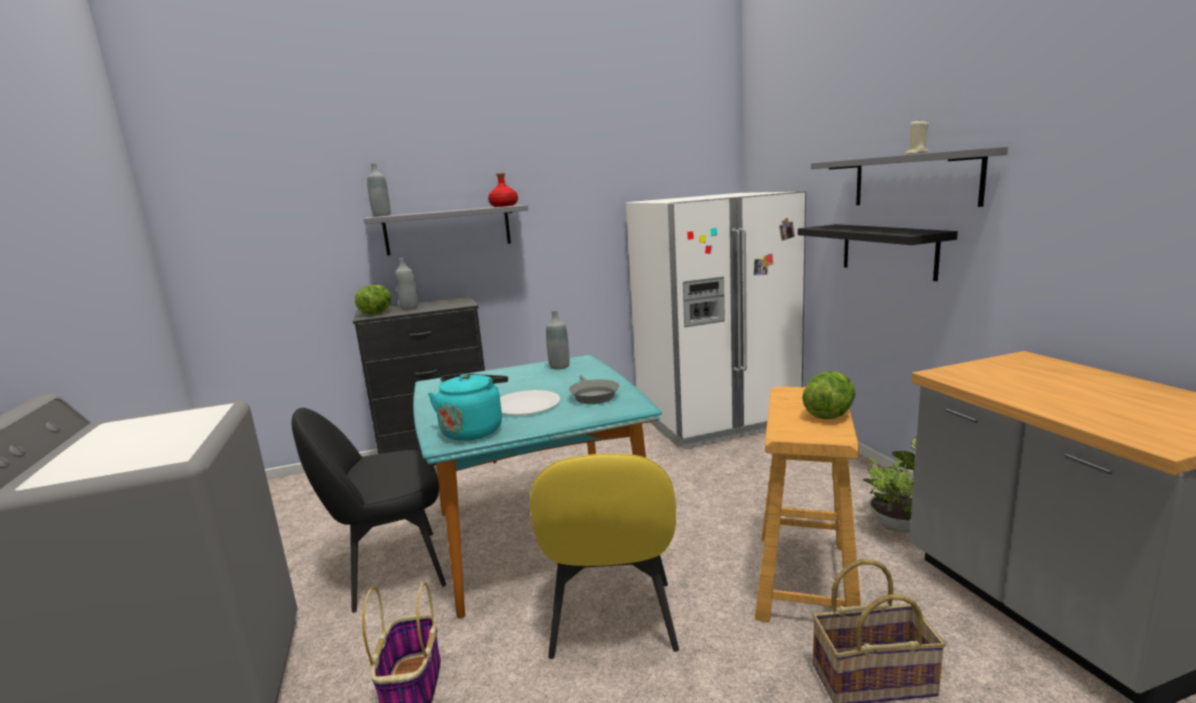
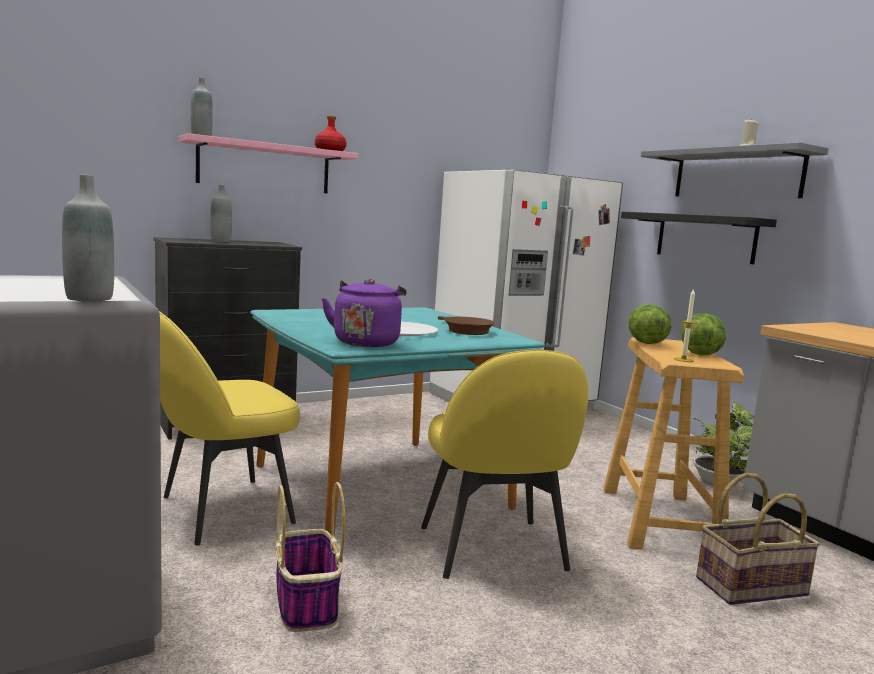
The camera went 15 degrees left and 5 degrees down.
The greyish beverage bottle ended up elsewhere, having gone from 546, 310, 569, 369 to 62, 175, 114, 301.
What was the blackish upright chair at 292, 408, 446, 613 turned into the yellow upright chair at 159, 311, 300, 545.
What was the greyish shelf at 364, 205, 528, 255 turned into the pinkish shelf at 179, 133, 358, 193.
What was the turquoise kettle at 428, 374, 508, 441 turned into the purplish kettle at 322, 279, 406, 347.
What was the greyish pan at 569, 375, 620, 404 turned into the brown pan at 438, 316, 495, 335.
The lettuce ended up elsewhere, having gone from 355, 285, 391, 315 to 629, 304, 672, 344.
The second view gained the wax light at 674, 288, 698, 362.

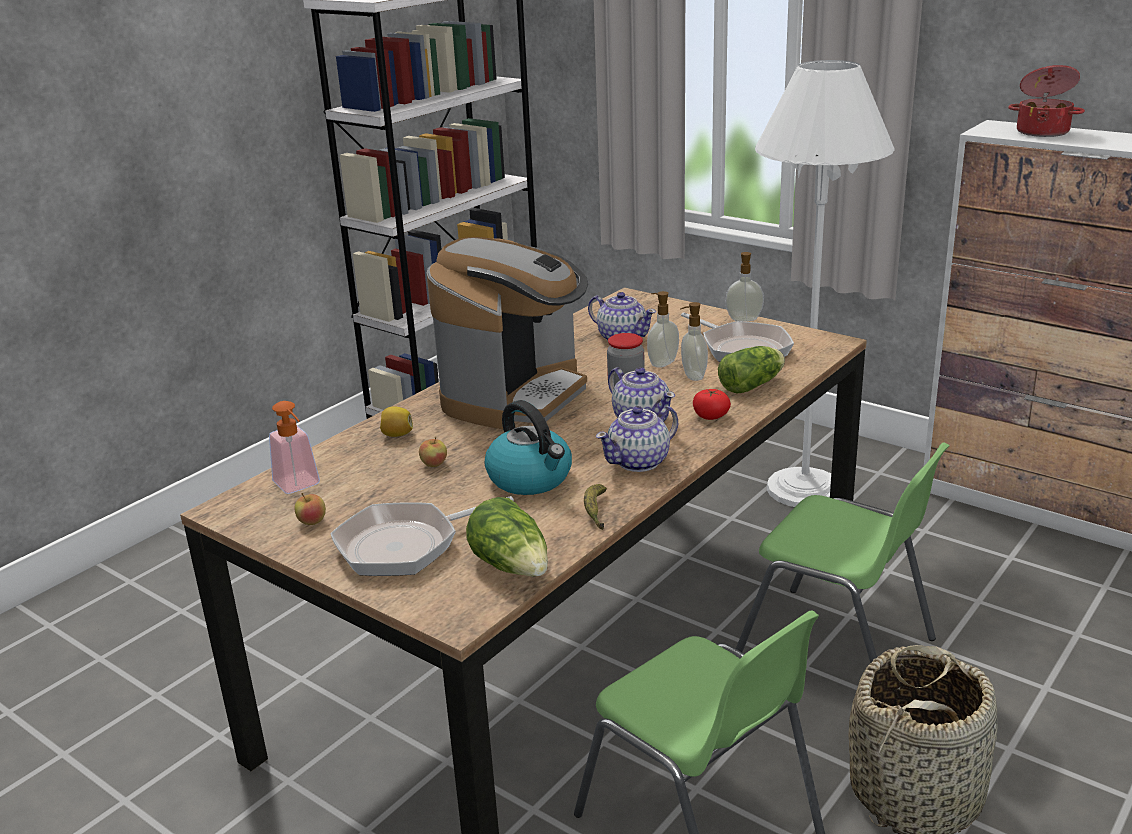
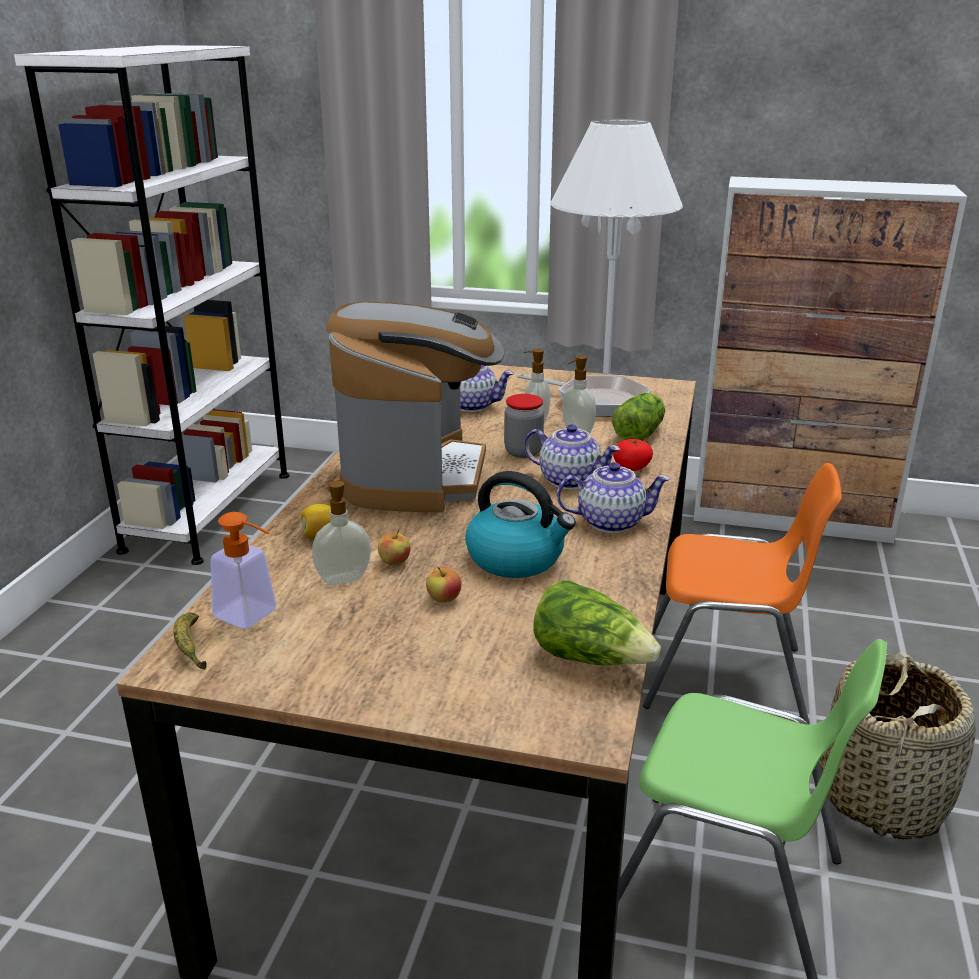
The camera went 25 degrees left and 0 degrees up.
The whole banana ended up elsewhere, having gone from 584, 484, 607, 530 to 173, 612, 207, 670.
The liquid soap bottle ended up elsewhere, having gone from 725, 252, 764, 321 to 312, 480, 371, 584.
The apple fruit ended up elsewhere, having gone from 294, 493, 326, 525 to 426, 567, 462, 603.
The tea pot at 596, 406, 678, 472 ended up facing another way, 120 degrees counterclockwise from before.
What was the greenish upright chair at 736, 442, 950, 663 turned into the orange upright chair at 643, 463, 842, 724.
The second view lost the pan at 330, 496, 514, 576.
The second view lost the saucepot at 1008, 65, 1085, 137.

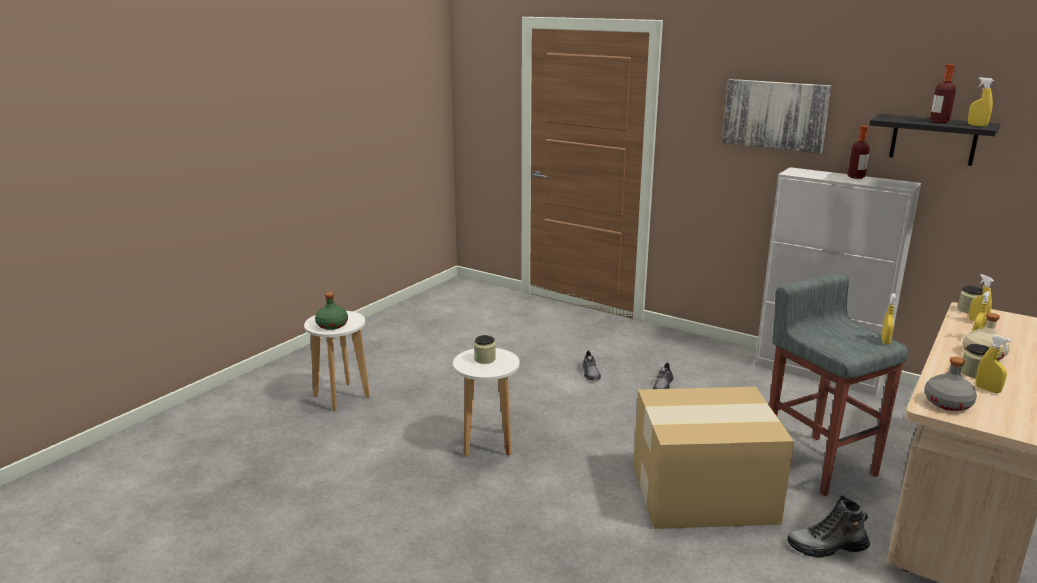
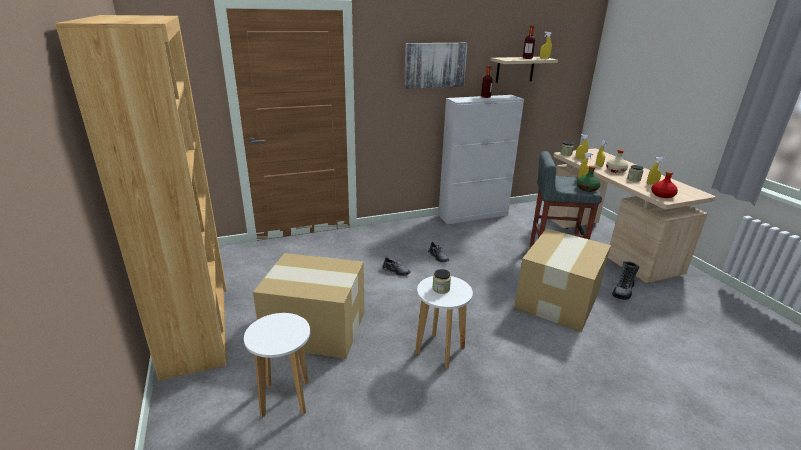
The camera went 55 degrees left and 5 degrees up.
The second view gained the brown shelving unit at 55, 15, 227, 381.
The second view gained the packing box at 253, 253, 365, 359.
What was the blackish shelf at 869, 114, 1000, 166 turned into the beige shelf at 490, 57, 558, 83.
The greenish beverage bottle ended up elsewhere, having gone from 315, 292, 348, 330 to 577, 166, 600, 192.
What was the greyish beverage bottle at 924, 357, 977, 411 turned into the red beverage bottle at 651, 171, 678, 198.

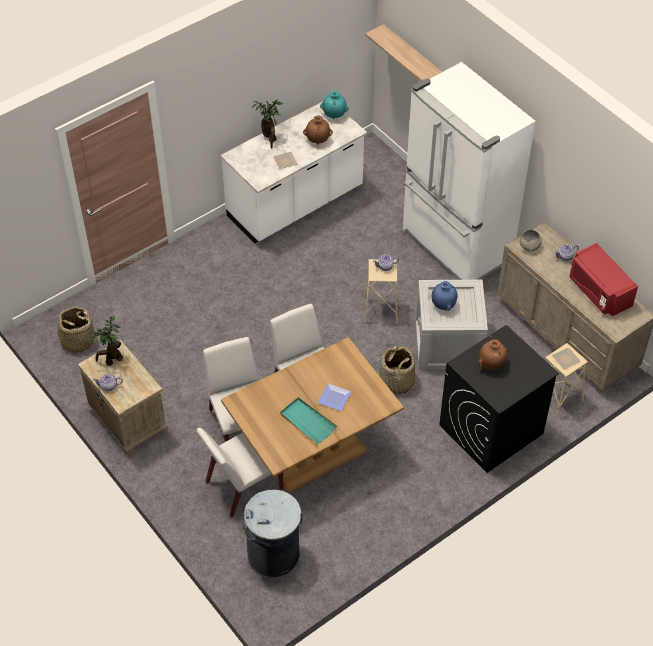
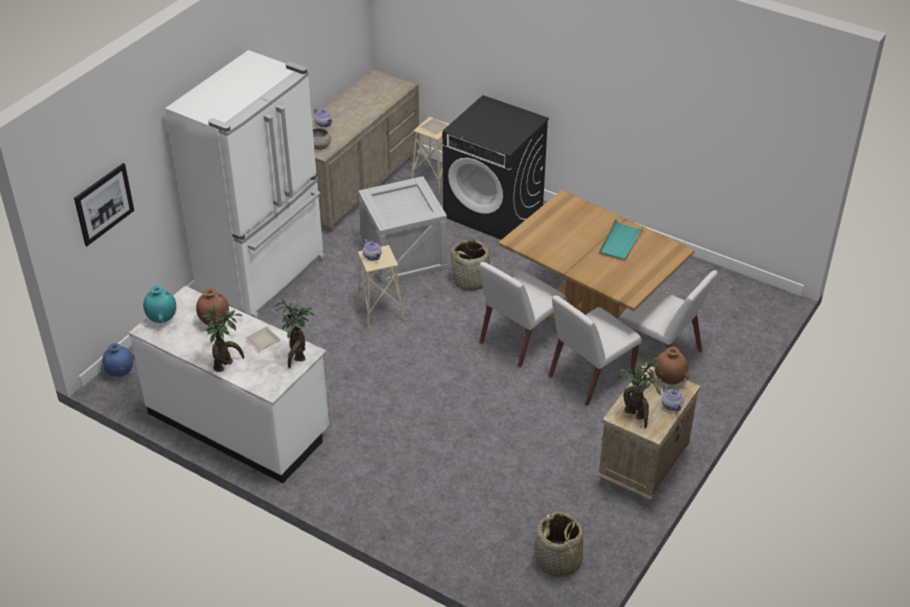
The camera went 110 degrees left and 10 degrees down.
Where the shelf hung at 365, 24, 442, 81, the picture came to hang at 74, 163, 134, 246.
The bluish flower vase ended up elsewhere, having gone from 431, 281, 458, 311 to 101, 343, 135, 377.
The second view gained the houseplant at 275, 298, 315, 369.
The brown flower vase ended up elsewhere, having gone from 478, 339, 508, 370 to 654, 347, 689, 385.
The second view lost the greyish rubbish bin at 242, 489, 303, 577.
The second view lost the dinner plate at 318, 383, 351, 411.
The second view lost the red microwave oven at 569, 243, 638, 316.

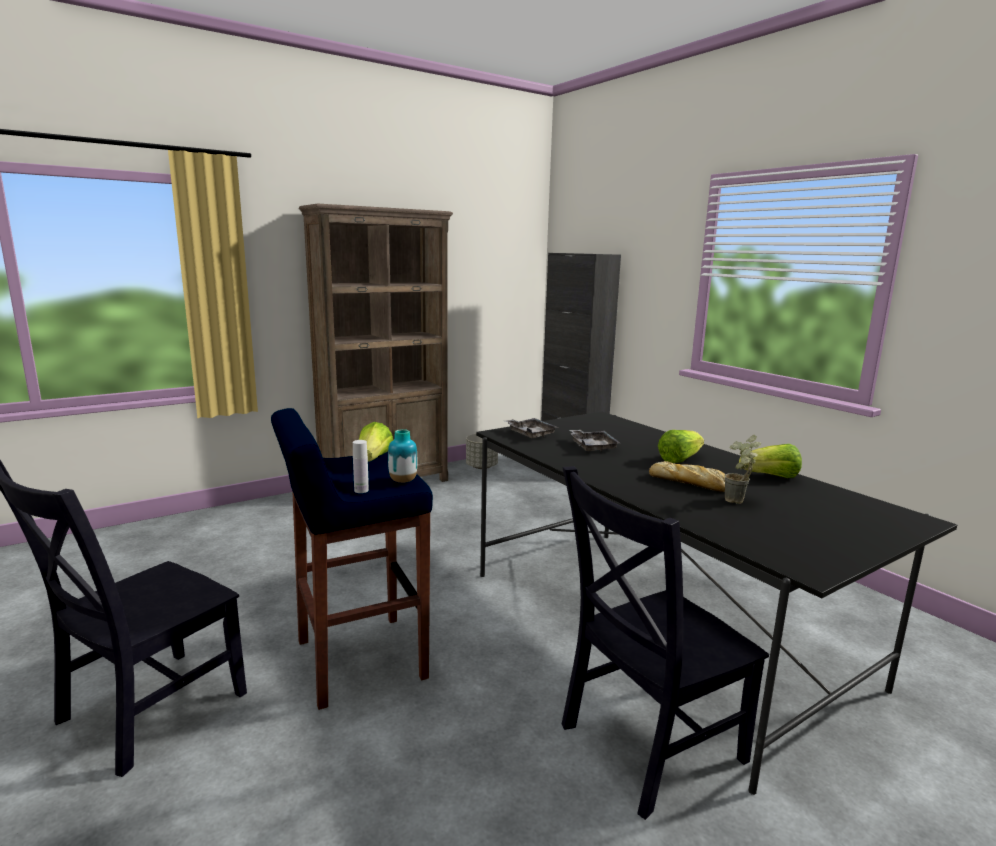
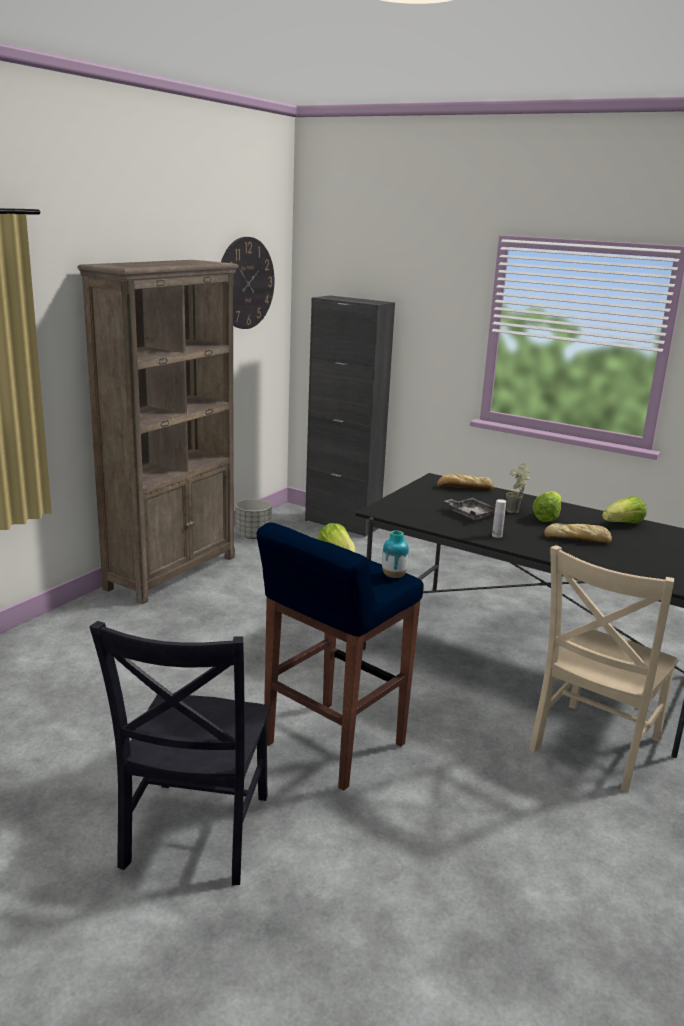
The camera went 25 degrees left and 5 degrees up.
The second view gained the clock on the wall at 221, 237, 274, 329.
The second view gained the baked bread at 437, 474, 494, 490.
The whitish beverage bottle ended up elsewhere, having gone from 353, 440, 369, 493 to 492, 499, 506, 538.
The houseplant ended up elsewhere, having gone from 725, 435, 761, 504 to 506, 464, 531, 513.
What was the blackish upright chair at 562, 466, 769, 820 turned into the beige upright chair at 529, 545, 679, 792.
The second view lost the greyish carrying tray at 505, 418, 559, 438.

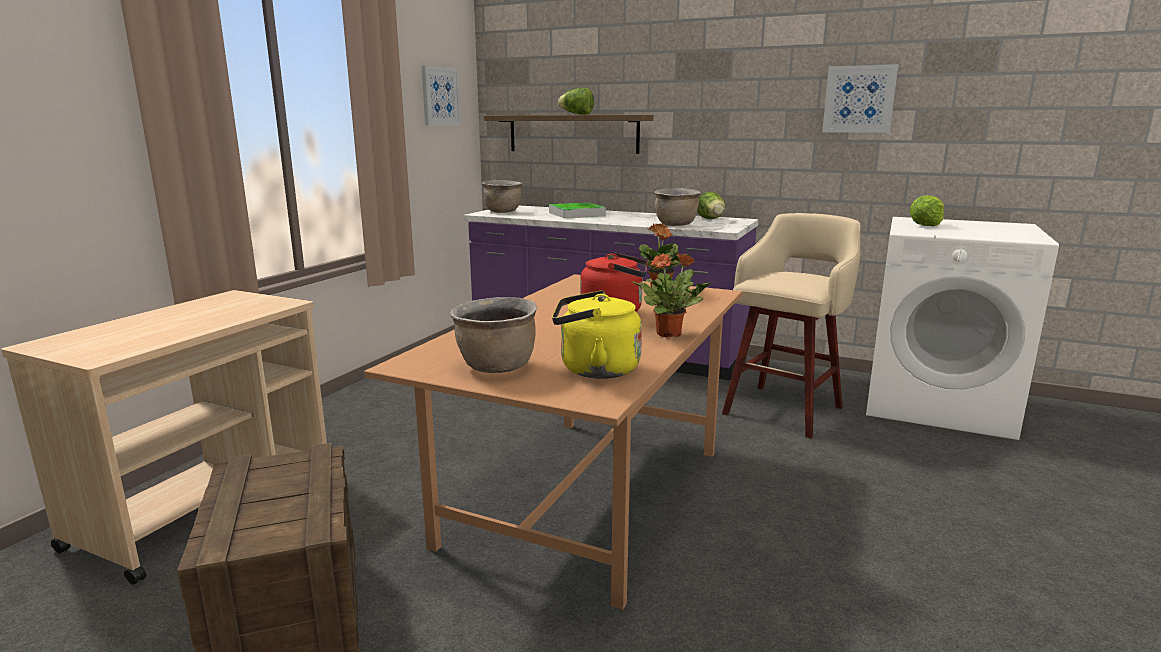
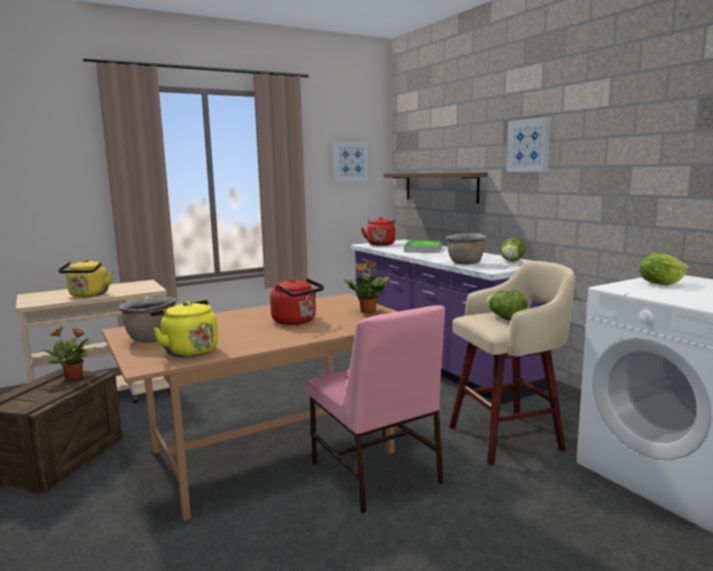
The camera went 35 degrees right and 5 degrees down.
The houseplant ended up elsewhere, having gone from 632, 253, 712, 338 to 43, 326, 97, 380.
The second view gained the yellow kettle at 58, 259, 113, 297.
The second view gained the pinkish upright chair at 308, 305, 445, 513.
Where the brown saucepot stood at 482, 180, 522, 213, the red kettle came to stand at 361, 217, 395, 246.
The lettuce ended up elsewhere, having gone from 558, 88, 594, 115 to 486, 290, 527, 321.
The picture ended up elsewhere, having gone from 822, 64, 898, 133 to 507, 117, 551, 172.

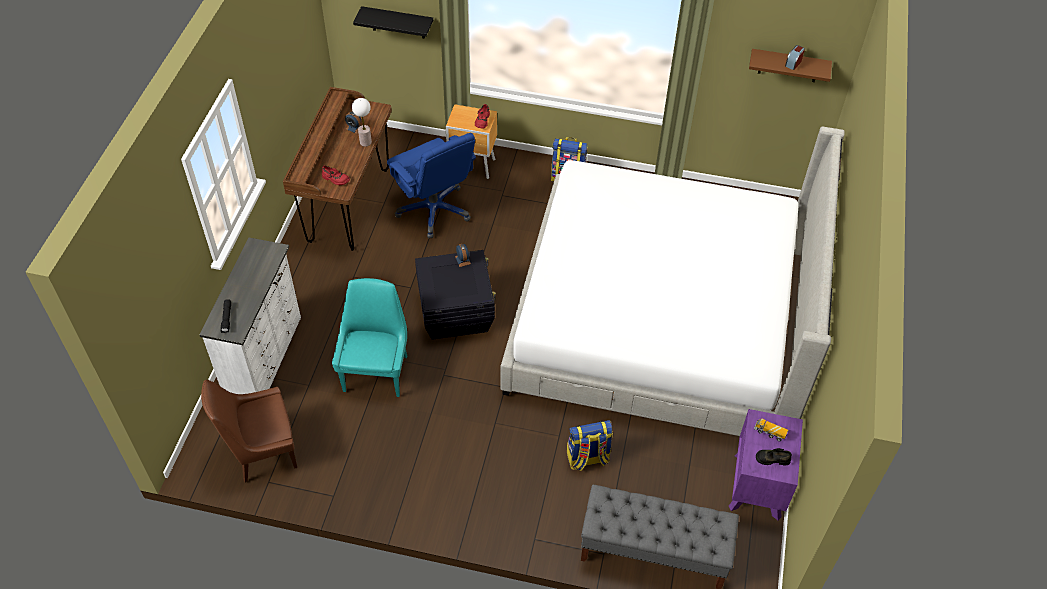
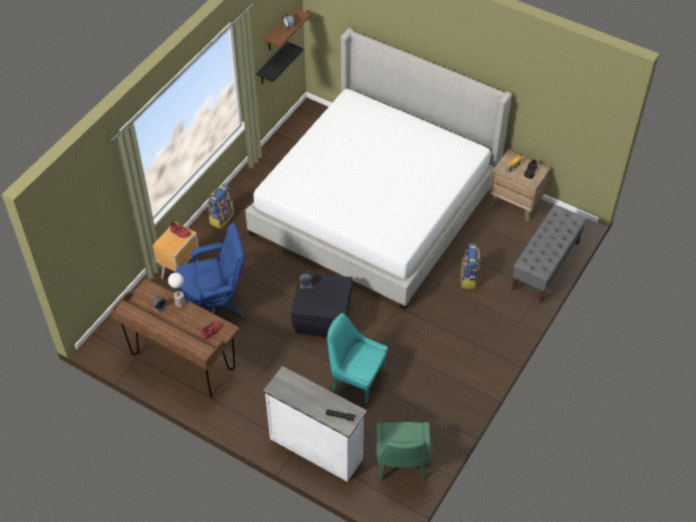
The camera went 70 degrees left and 0 degrees up.
The blackish shelf ended up elsewhere, having gone from 353, 6, 433, 39 to 256, 42, 303, 84.
What was the brown upright chair at 201, 380, 297, 482 turned into the greenish upright chair at 376, 422, 431, 481.
What was the purplish bedside table at 729, 409, 803, 520 turned into the brown bedside table at 489, 150, 551, 221.

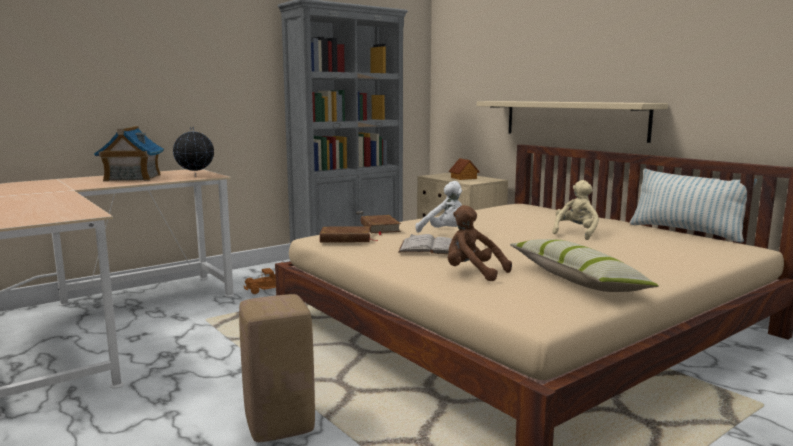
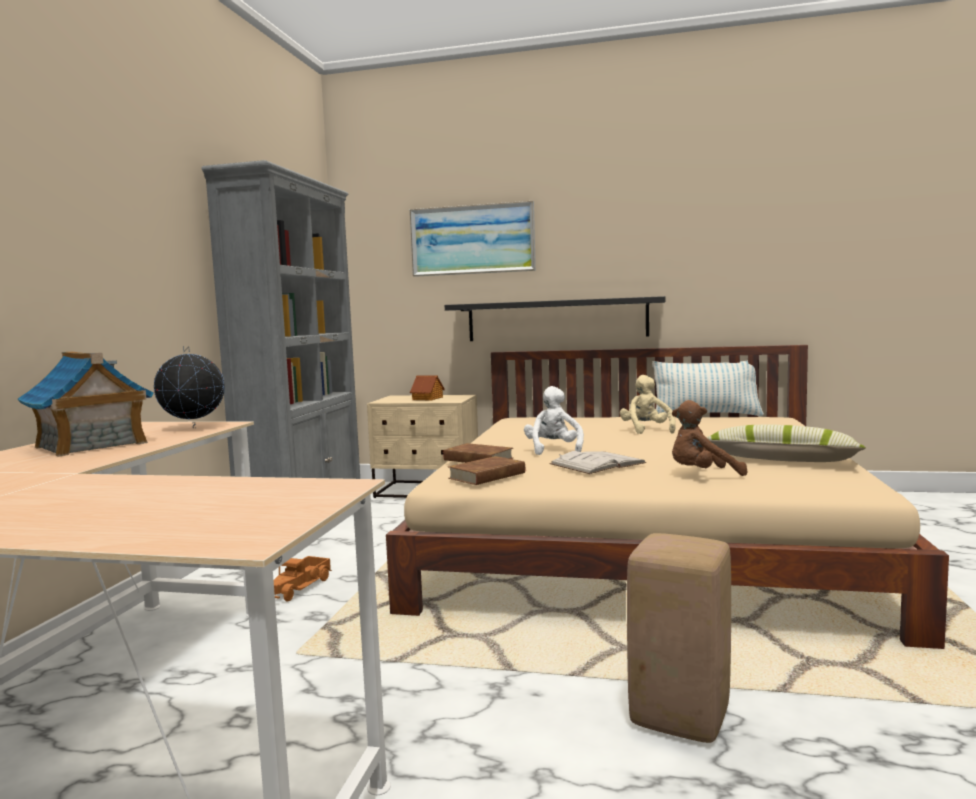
The camera went 40 degrees left and 5 degrees down.
The second view gained the picture at 410, 201, 536, 277.
What was the beige shelf at 477, 101, 668, 143 turned into the blackish shelf at 445, 296, 665, 341.
The whitish cuddly toy at 415, 181, 462, 233 ended up facing another way, 90 degrees counterclockwise from before.

